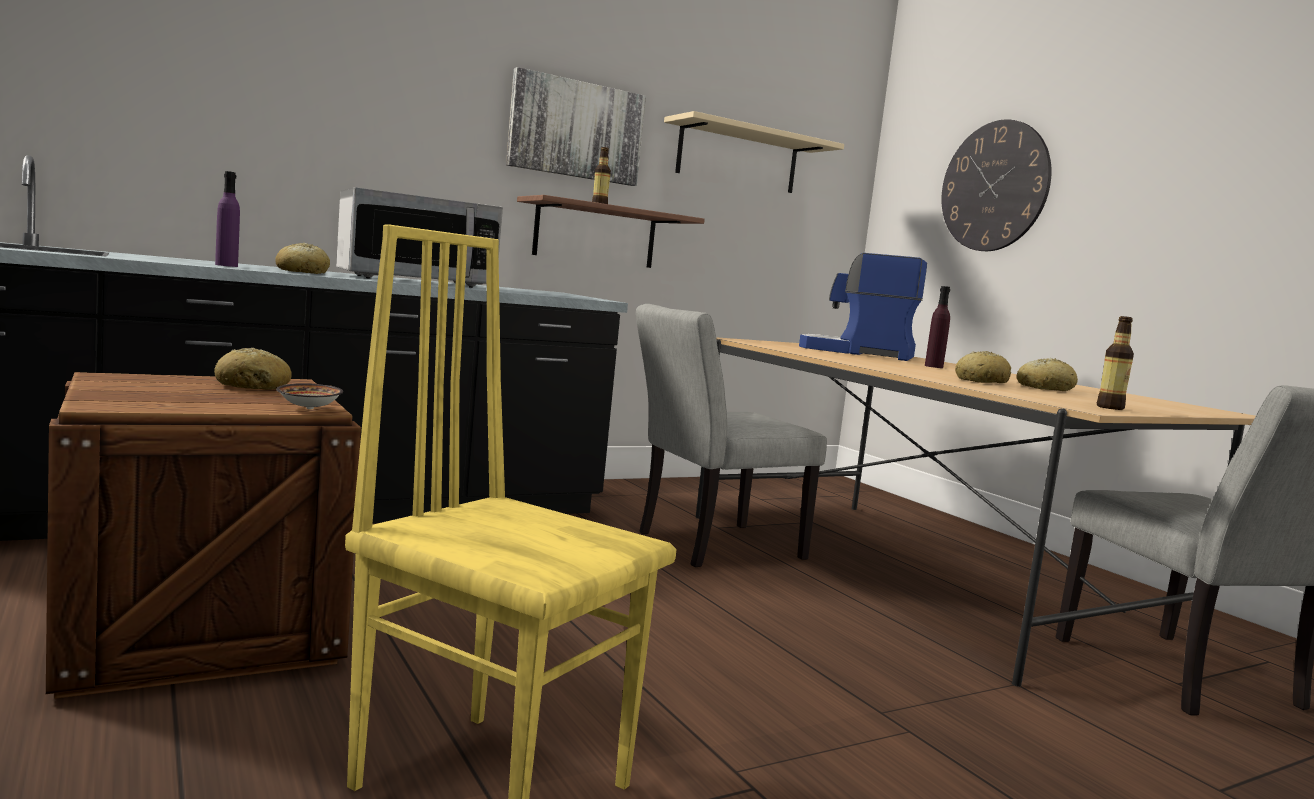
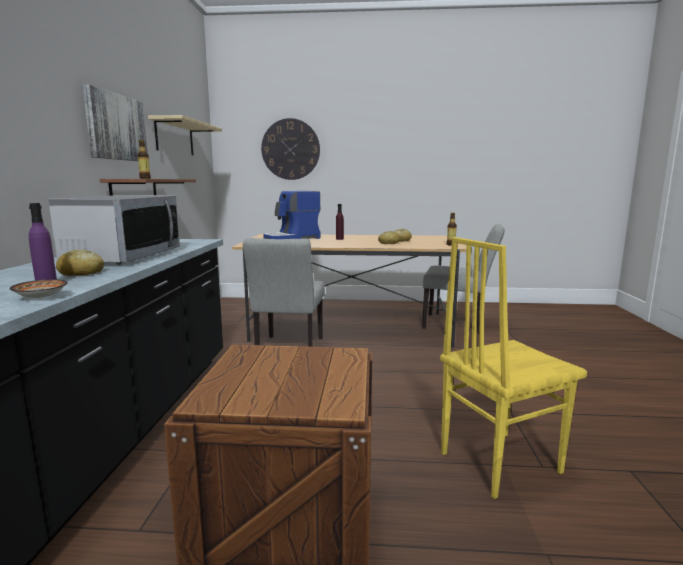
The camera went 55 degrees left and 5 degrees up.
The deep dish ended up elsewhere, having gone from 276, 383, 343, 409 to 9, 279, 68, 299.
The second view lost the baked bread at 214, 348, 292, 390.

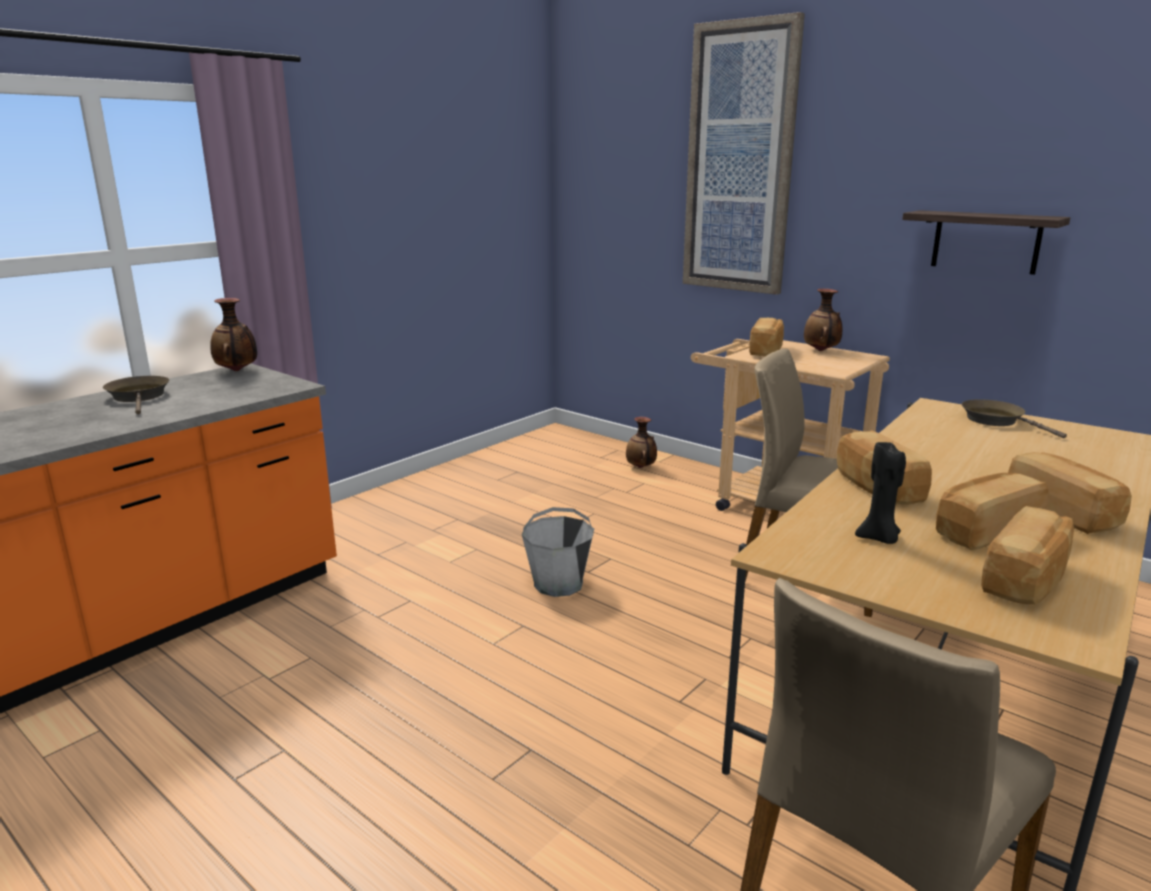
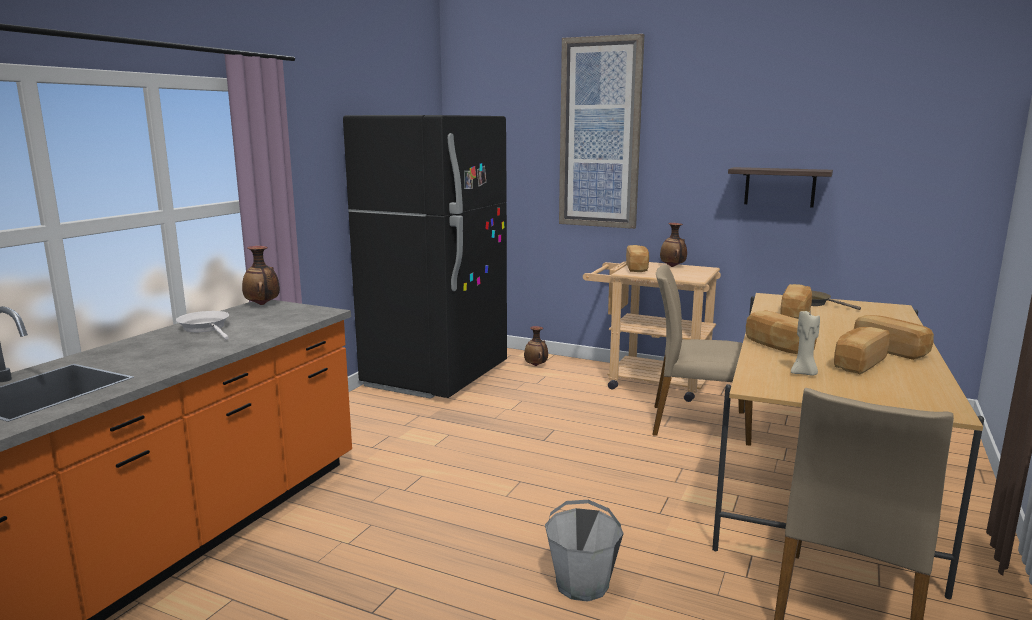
The camera went 15 degrees left and 5 degrees down.
What was the brown pan at 103, 376, 169, 415 turned into the whitish pan at 176, 311, 229, 340.
The second view gained the blackish refrigerator at 343, 115, 507, 399.
The greyish water bucket ended up elsewhere, having gone from 522, 507, 594, 597 to 545, 500, 624, 602.
The baked bread ended up elsewhere, having gone from 981, 506, 1074, 605 to 780, 284, 812, 319.
What was the blackish wax light at 855, 442, 906, 544 turned into the beige wax light at 791, 310, 820, 375.

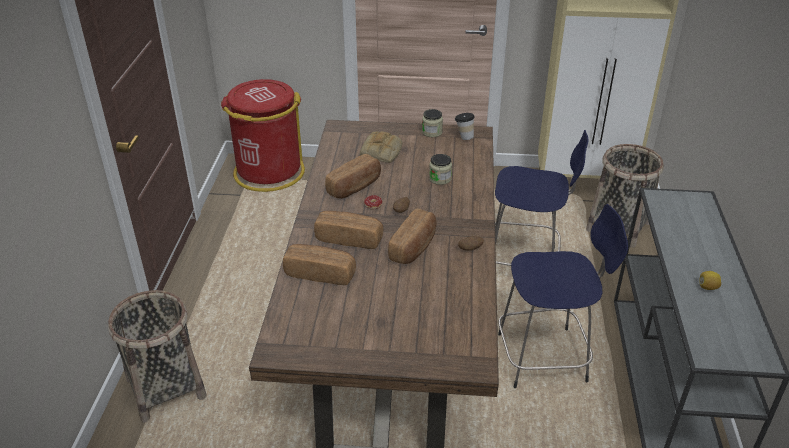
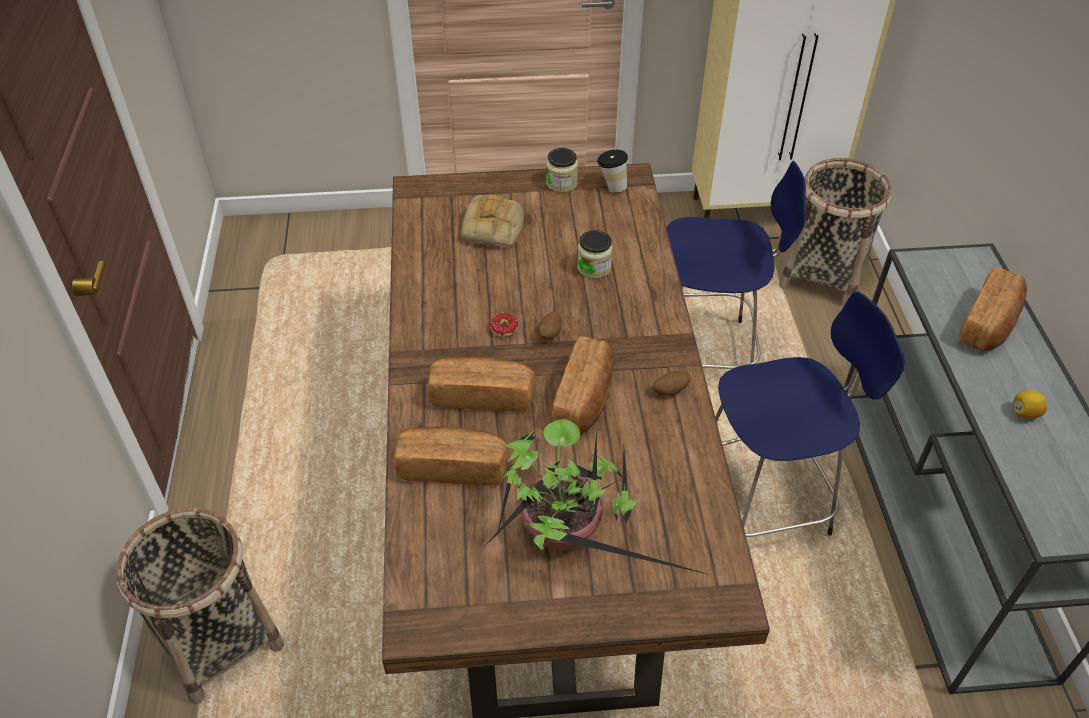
The camera went 10 degrees left and 10 degrees up.
The second view gained the houseplant at 484, 419, 710, 575.
The baked bread ended up elsewhere, having gone from 325, 154, 381, 199 to 959, 267, 1027, 351.
The second view lost the red rubbish bin at 221, 79, 305, 192.

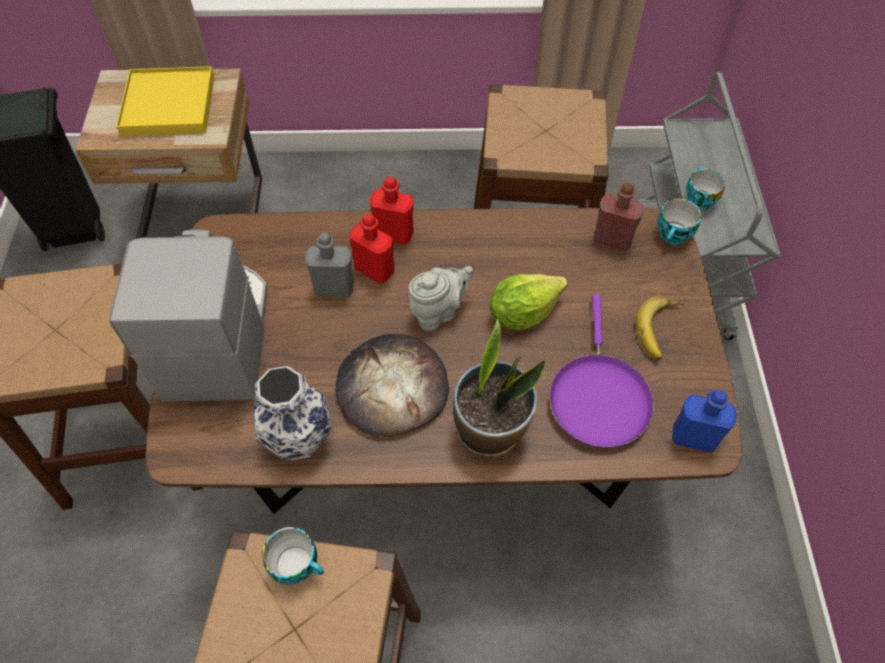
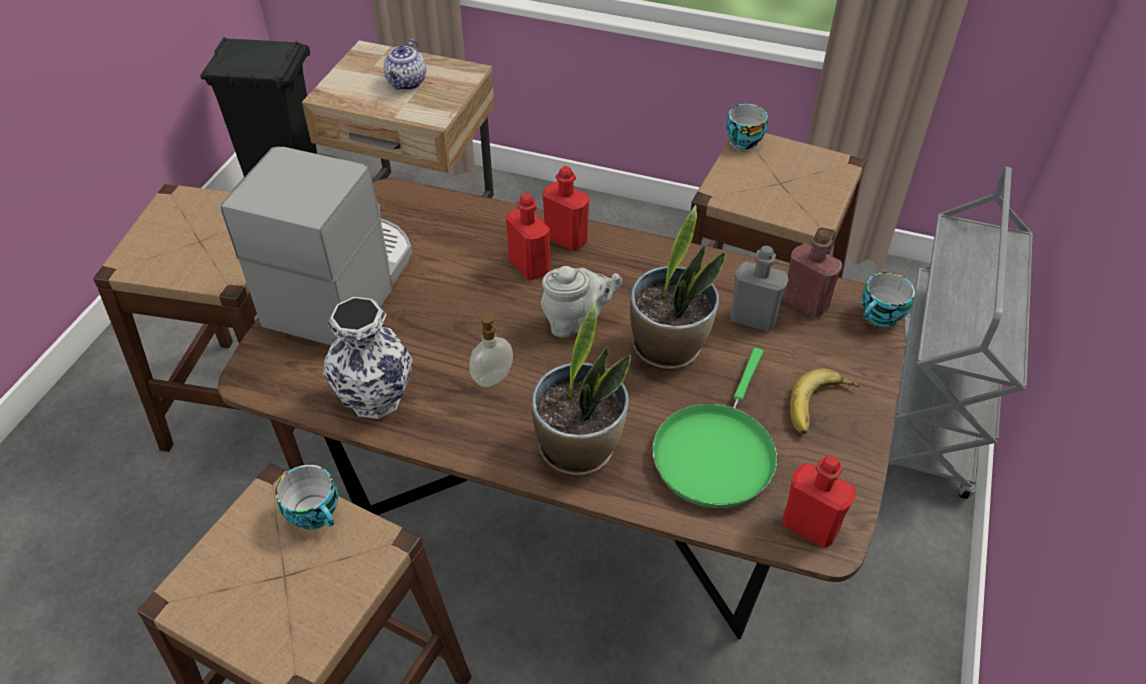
The camera went 20 degrees right and 10 degrees down.
Where the yellow carrying tray stood at 116, 66, 215, 137, the tea pot came to stand at 384, 39, 426, 90.
Where the baked bread stood at 335, 334, 449, 437, the liquid soap bottle came to stand at 469, 313, 513, 387.
Where the lettuce stood at 490, 274, 568, 330, the houseplant came to stand at 630, 205, 726, 370.
What was the purplish pan at 549, 294, 654, 448 turned into the greenish pan at 652, 348, 777, 508.
The small cup ended up elsewhere, having gone from 686, 167, 726, 210 to 726, 104, 768, 149.
The greyish beverage bottle ended up elsewhere, having gone from 305, 233, 354, 297 to 730, 246, 788, 331.
What was the bluish beverage bottle at 672, 390, 737, 453 turned into the red beverage bottle at 782, 456, 856, 548.

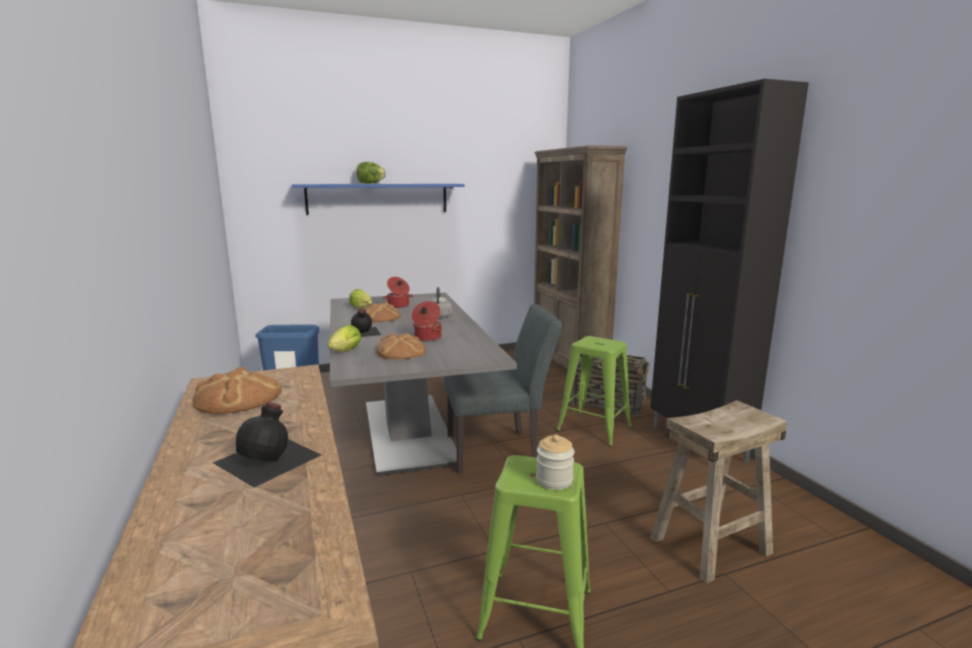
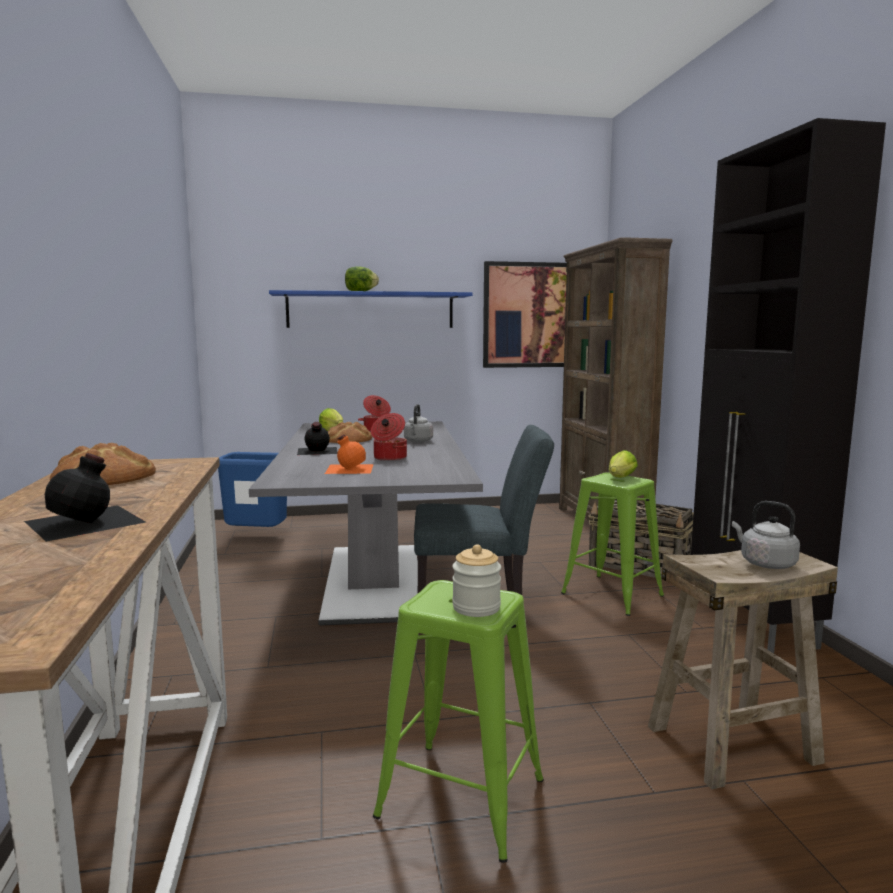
The camera went 10 degrees right and 5 degrees down.
Where the baked bread stood at 376, 333, 426, 359, the orange beverage bottle came to stand at 325, 435, 374, 474.
The second view gained the picture at 483, 261, 567, 368.
The lettuce ended up elsewhere, having gone from 328, 325, 361, 351 to 609, 450, 638, 478.
The second view gained the greyish kettle at 732, 501, 800, 569.

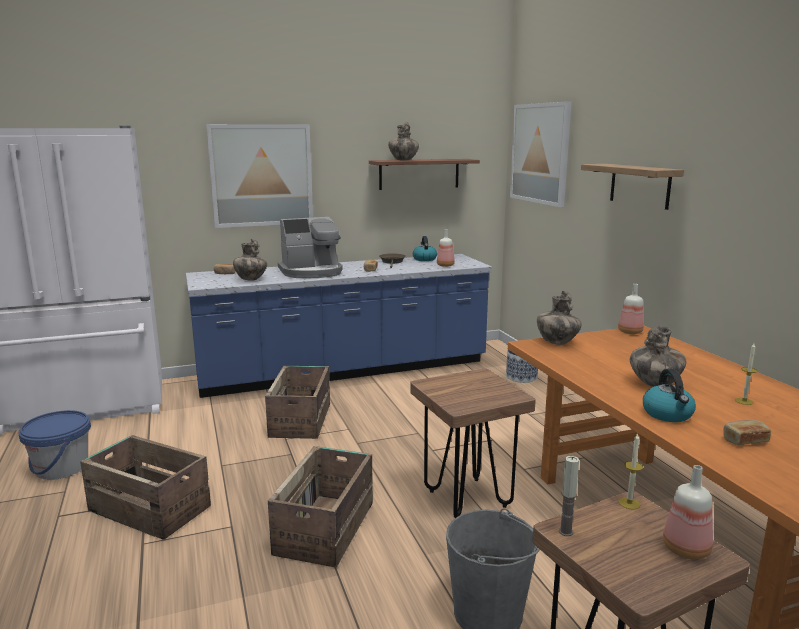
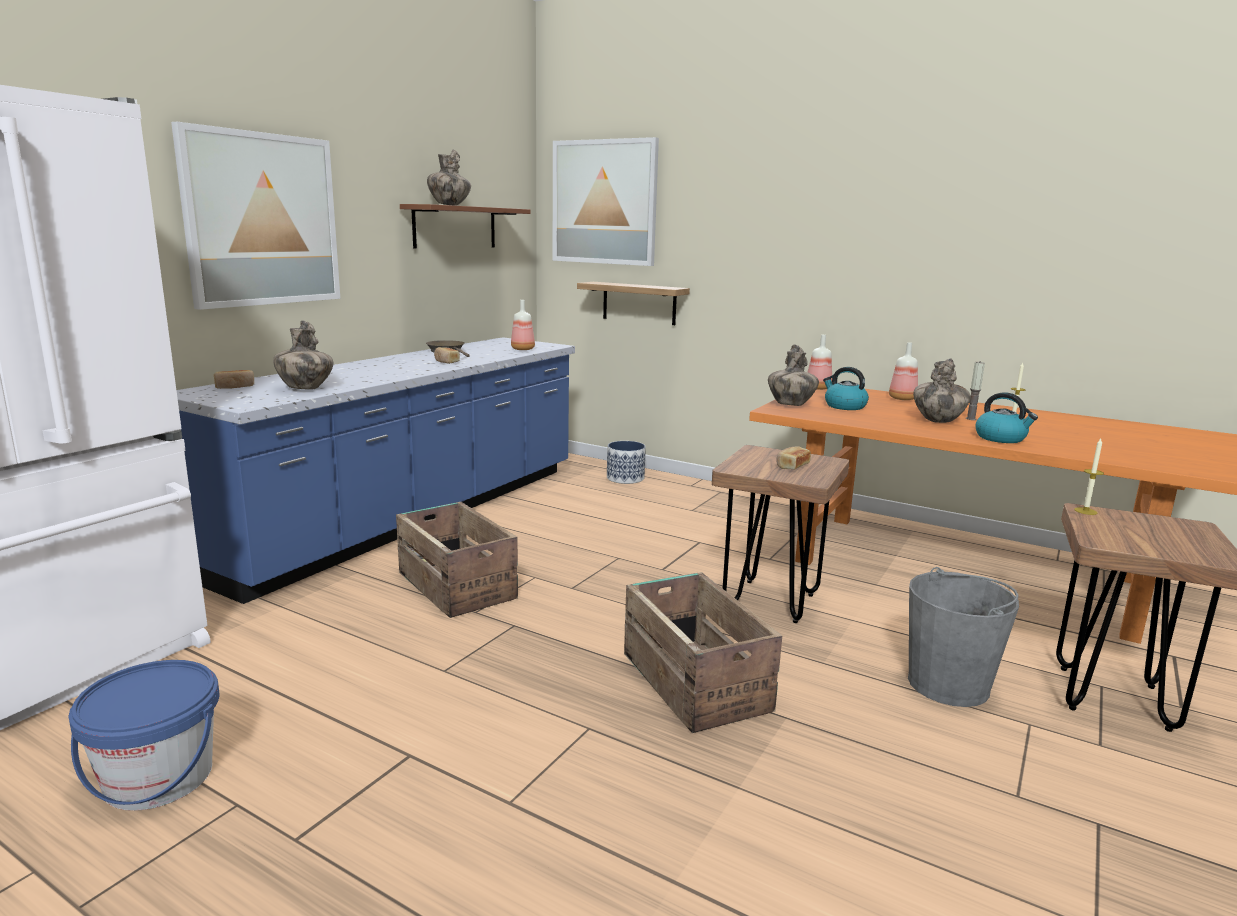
The camera went 40 degrees left and 0 degrees up.
The shelf ended up elsewhere, having gone from 581, 164, 684, 210 to 577, 282, 690, 325.
The baked bread ended up elsewhere, having gone from 723, 420, 771, 445 to 776, 447, 811, 470.
The kettle ended up elsewhere, having gone from 413, 236, 437, 261 to 823, 367, 869, 410.
The beverage bottle ended up elsewhere, having gone from 663, 465, 713, 559 to 889, 343, 918, 400.
The wax light ended up elsewhere, having gone from 559, 456, 579, 536 to 966, 362, 985, 420.
The second view lost the packing crate at 80, 435, 211, 540.
The second view lost the coffee machine at 278, 217, 343, 279.

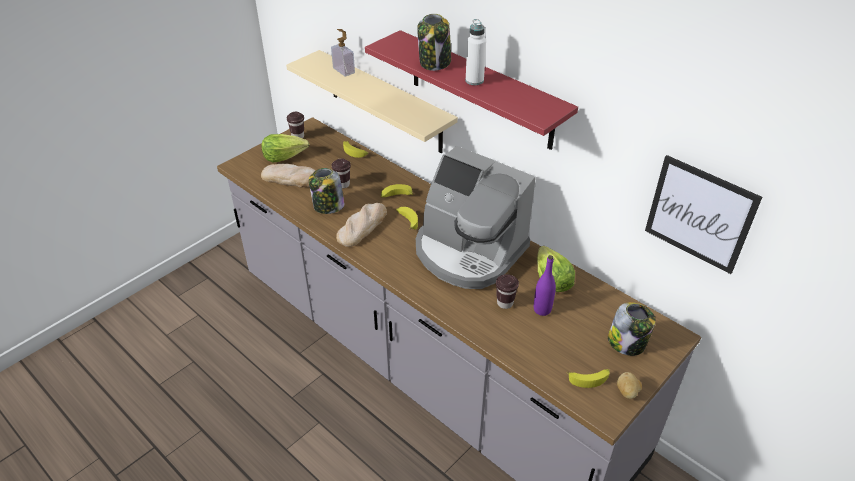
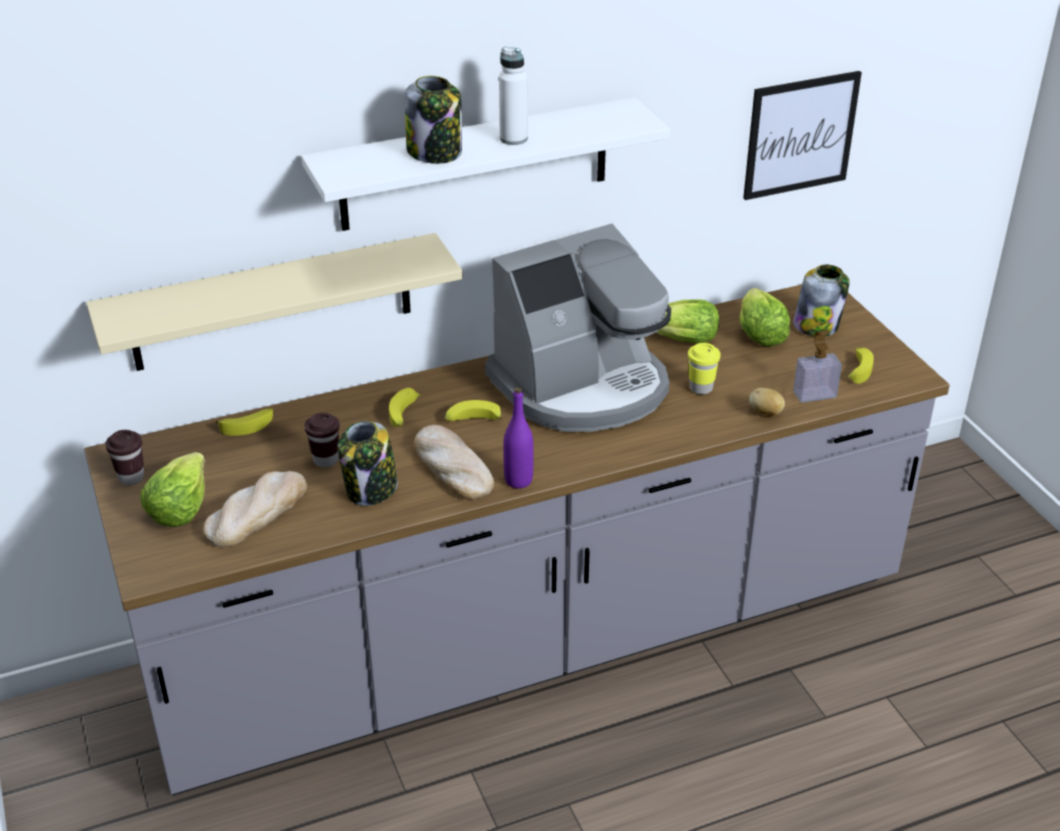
The camera went 65 degrees left and 5 degrees down.
What was the red shelf at 365, 30, 578, 150 turned into the whitish shelf at 301, 97, 670, 231.
The purplish beverage bottle ended up elsewhere, having gone from 534, 255, 556, 316 to 503, 387, 534, 488.
What was the brown small cup at 496, 274, 519, 309 turned into the yellow small cup at 688, 343, 721, 395.
The second view gained the lettuce at 740, 288, 790, 346.
The spud ended up elsewhere, having gone from 617, 372, 642, 399 to 749, 388, 785, 416.
The liquid soap bottle ended up elsewhere, having gone from 331, 29, 355, 76 to 793, 330, 842, 403.

